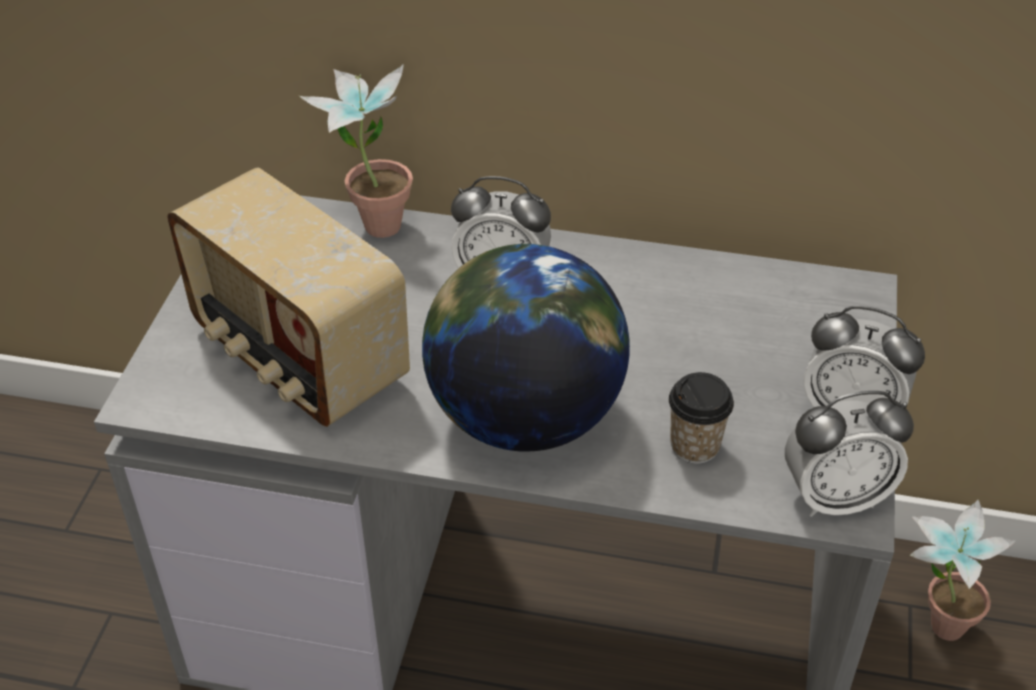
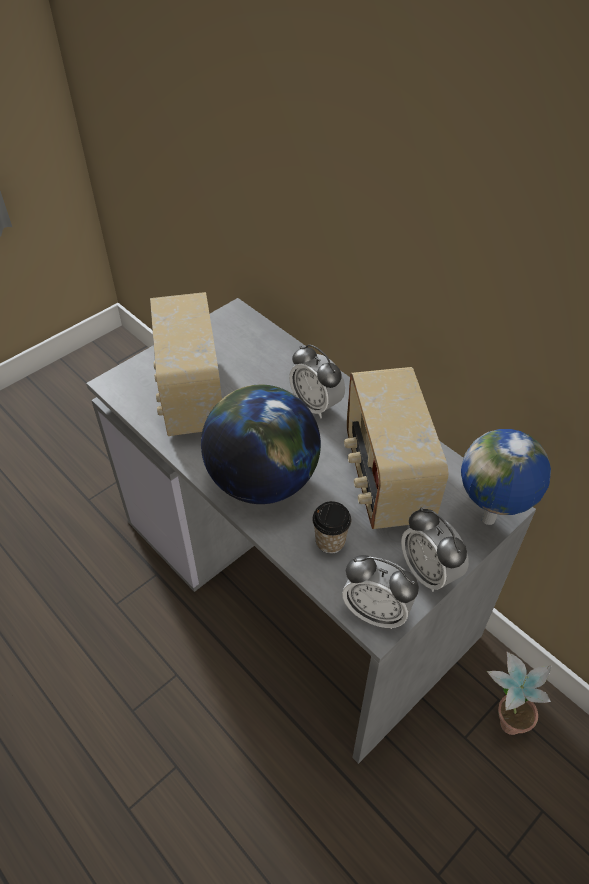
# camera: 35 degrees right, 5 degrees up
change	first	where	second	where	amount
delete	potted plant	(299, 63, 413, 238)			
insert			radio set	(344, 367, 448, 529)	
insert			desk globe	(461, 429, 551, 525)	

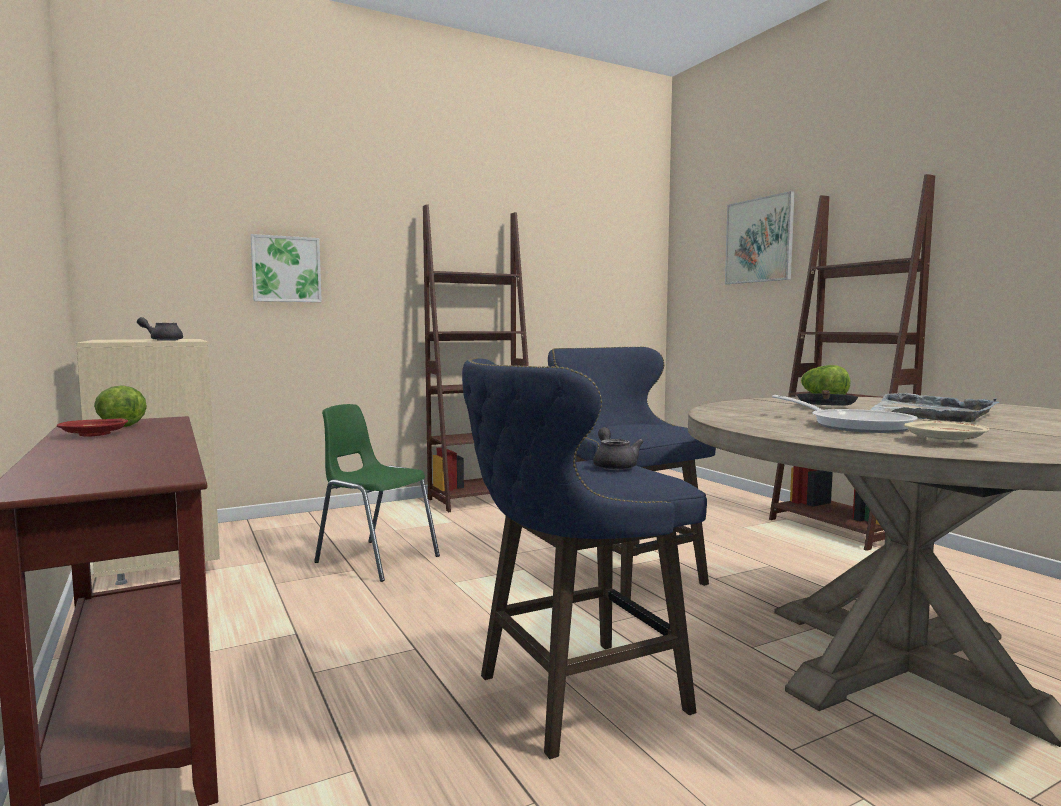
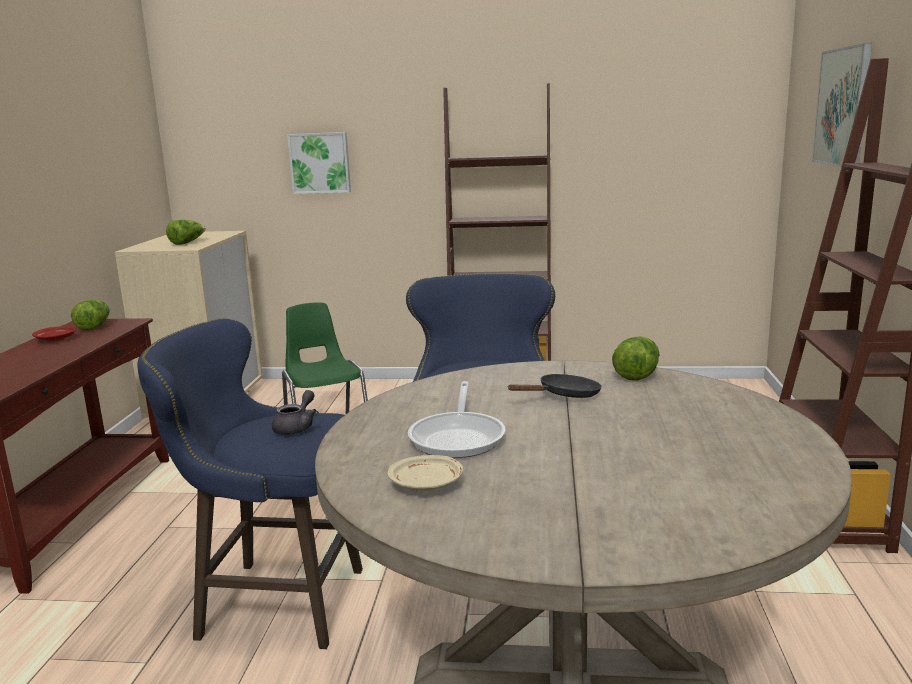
# camera: 35 degrees right, 10 degrees up
change	first	where	second	where	amount
replace	gray tea pot	(137, 317, 183, 341)	head of lettuce	(166, 220, 206, 245)	
delete	gray carrying tray	(871, 393, 999, 422)			

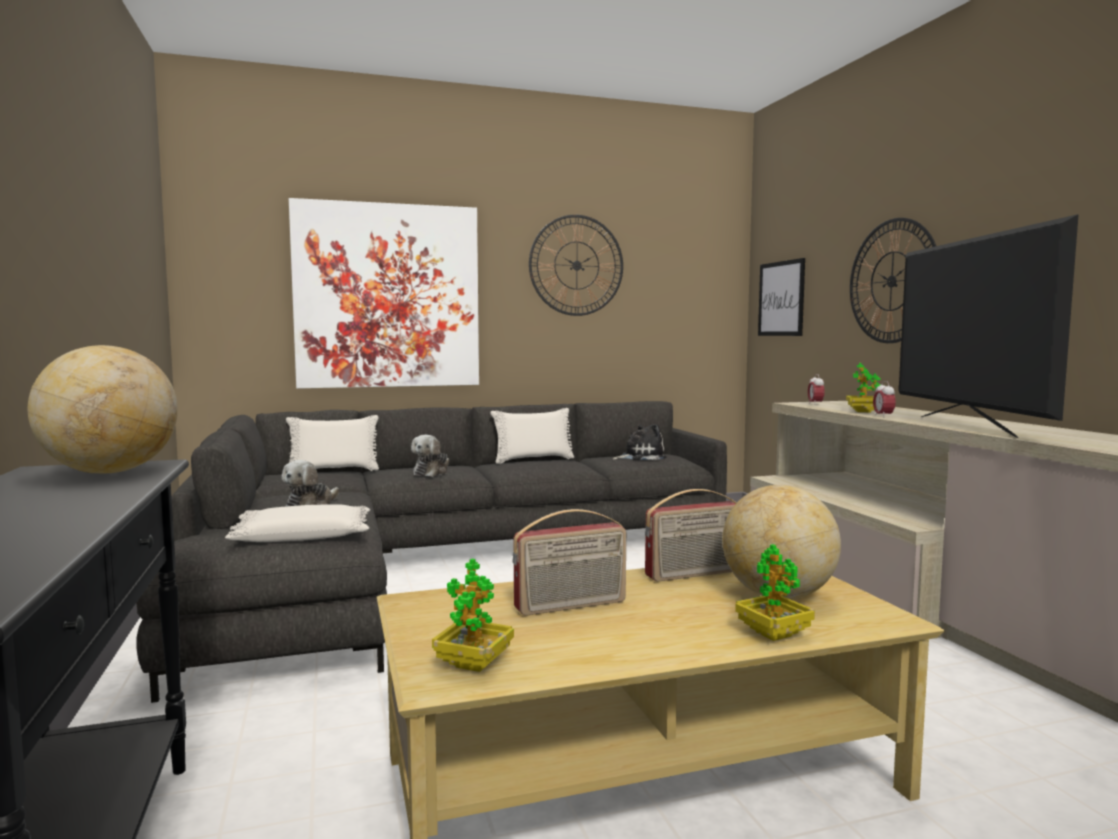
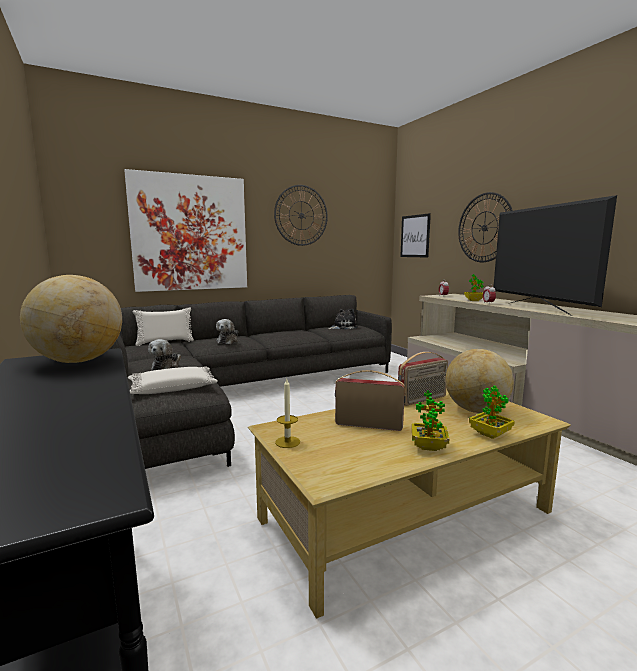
# camera: 10 degrees left, 5 degrees up
change	first	where	second	where	amount
move	potted plant	(432, 559, 514, 672)		(412, 391, 449, 451)	
delete	white-coloured pillow	(490, 408, 574, 464)			
rotate	radio set	(512, 509, 626, 616)		(335, 370, 406, 431)	135 degrees counterclockwise
insert			wax light	(275, 379, 300, 448)	

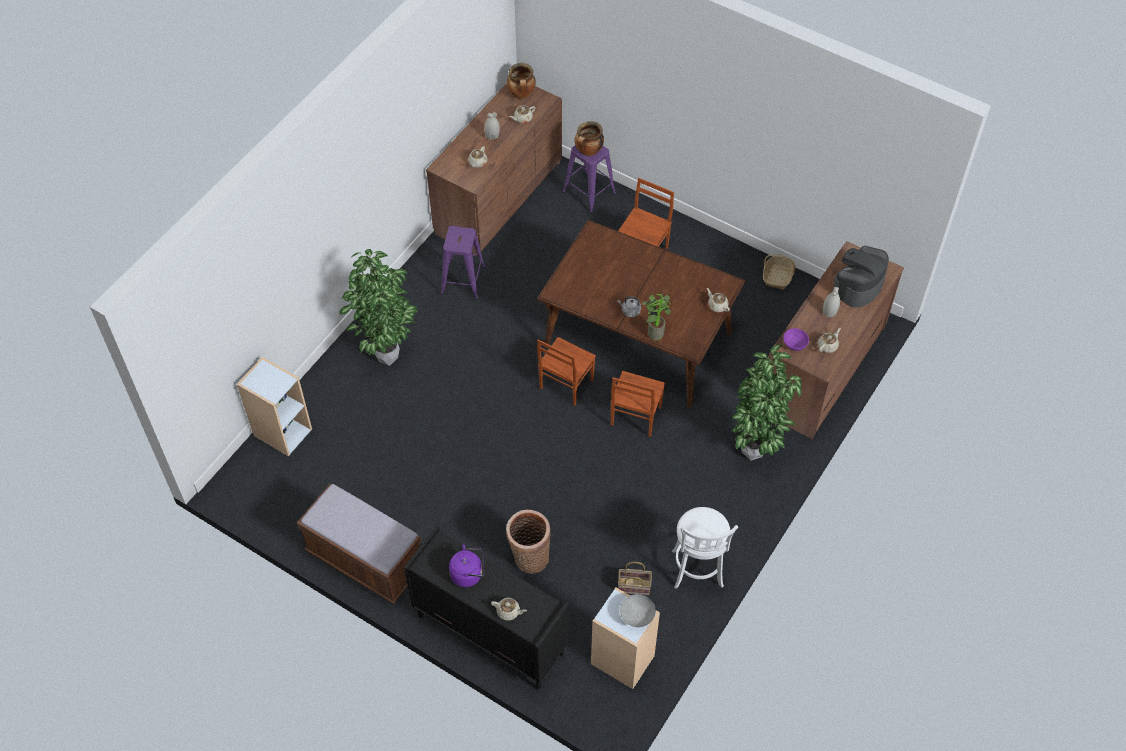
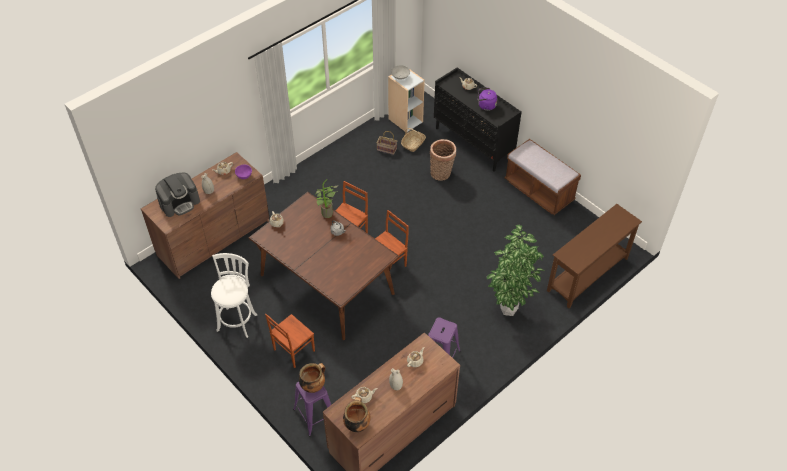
# camera: 165 degrees left, 5 degrees down
change	first	where	second	where	amount
replace	bookcase	(237, 357, 312, 456)	brown-coloured hall table	(547, 204, 642, 309)	
move	white-coloured sitting stool	(672, 507, 738, 588)		(211, 253, 257, 338)	
delete	potted plant	(732, 345, 802, 461)			
move	household basket	(763, 253, 796, 290)		(401, 128, 426, 152)	

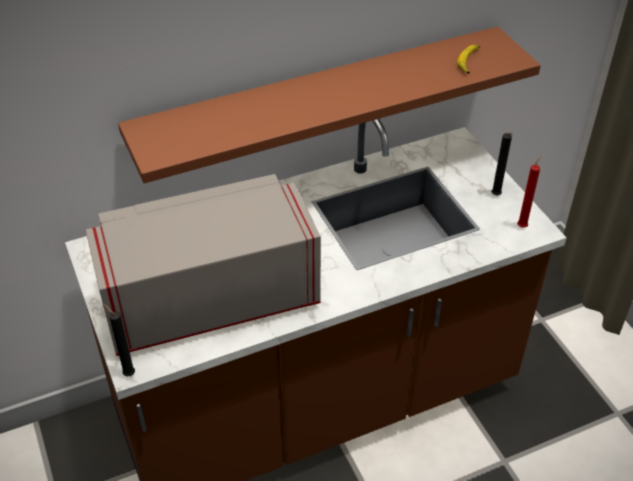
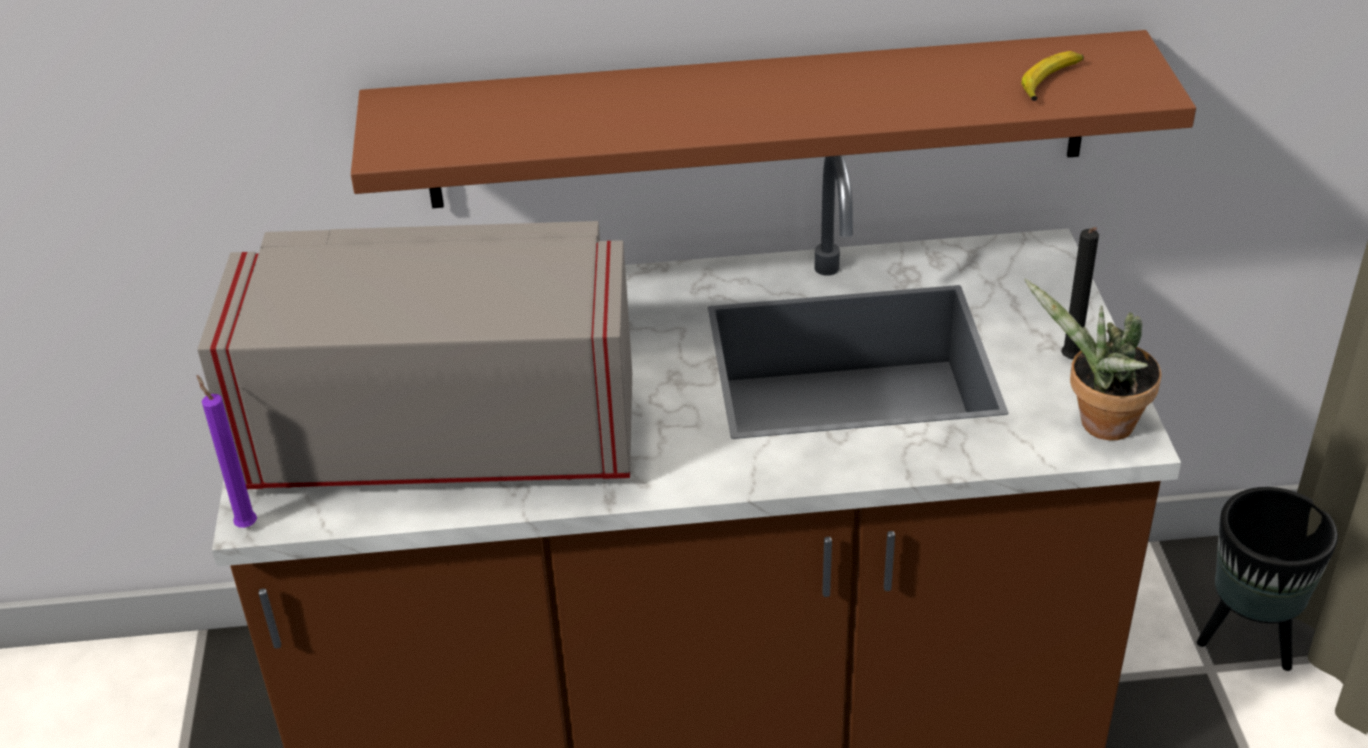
# camera: 20 degrees right, 5 degrees down
change	first	where	second	where	amount
recolor	black-coloured wax light	(104, 304, 135, 377)	purplish wax light	(197, 375, 257, 528)	
replace	reddish wax light	(517, 155, 542, 228)	potted plant	(1024, 279, 1162, 441)	
insert			black-coloured planter	(1197, 487, 1338, 671)	

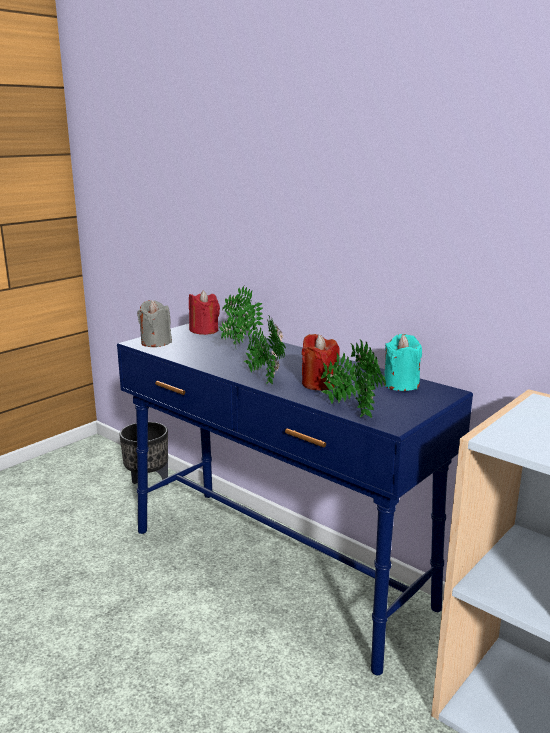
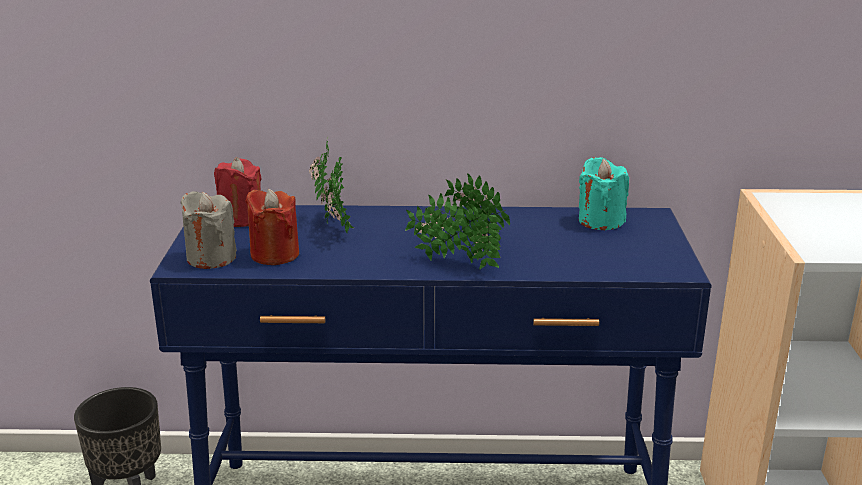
# camera: 40 degrees left, 5 degrees up
change	first	where	second	where	amount
move	reddish wax light	(302, 334, 340, 390)		(245, 189, 299, 265)	
delete	potted plant	(320, 339, 386, 418)			

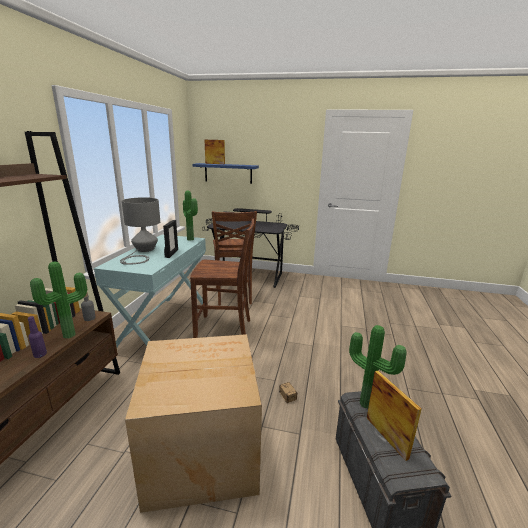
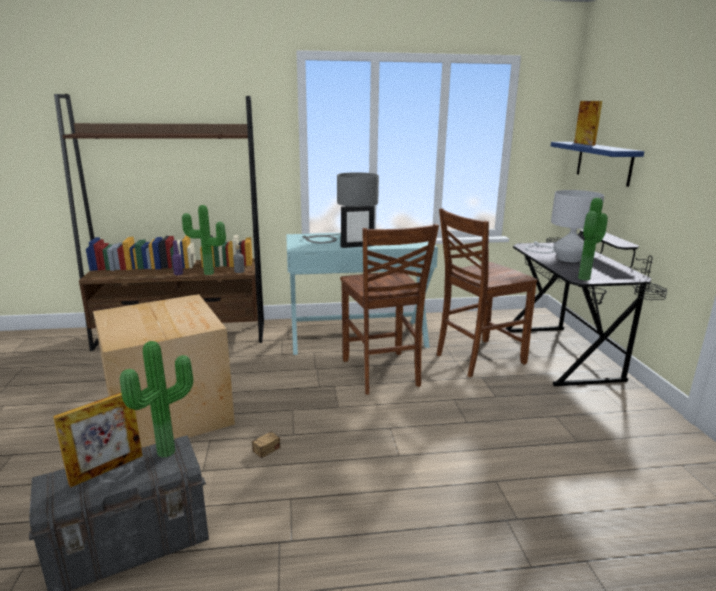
# camera: 70 degrees right, 0 degrees up
change	first	where	second	where	amount
move	potted plant	(183, 191, 198, 241)		(578, 198, 608, 280)	
insert			gray tabletop lamp	(525, 190, 604, 263)	

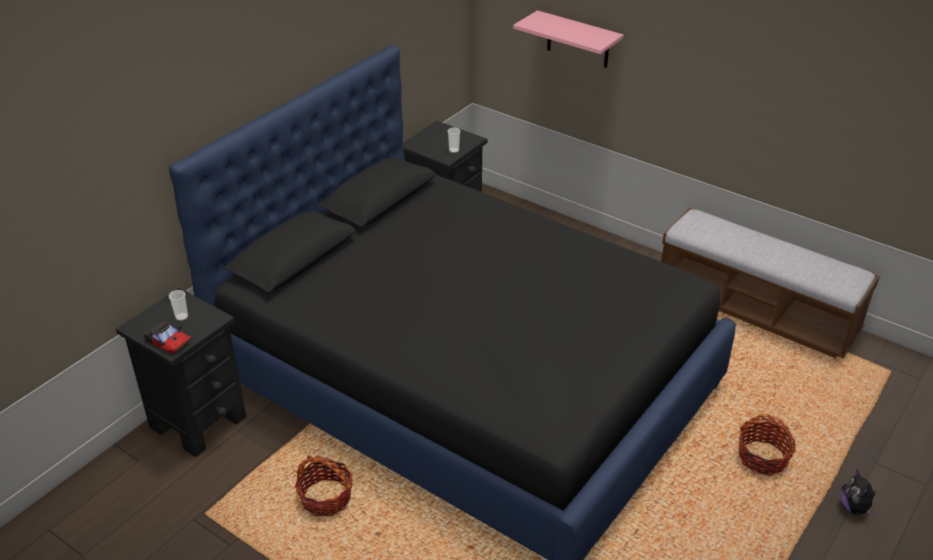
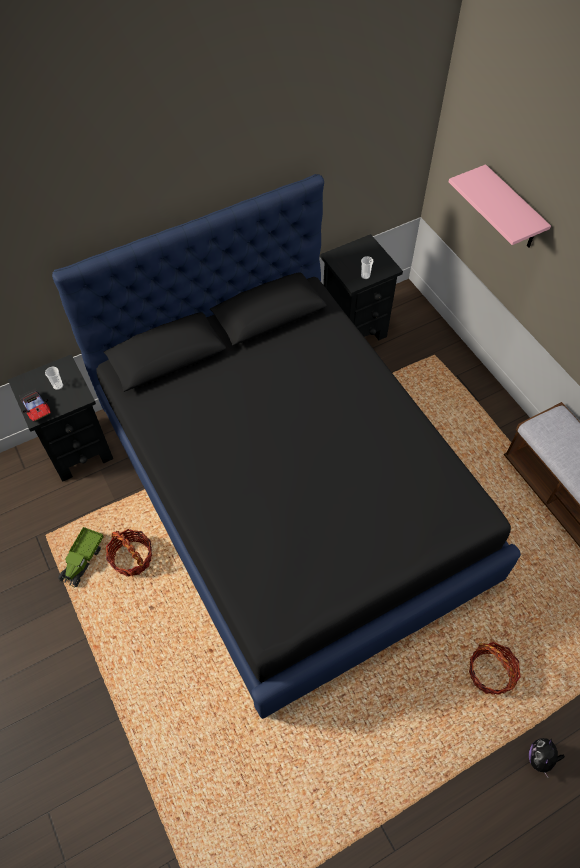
# camera: 25 degrees right, 20 degrees up
change	first	where	second	where	amount
insert			model truck	(58, 527, 104, 587)	

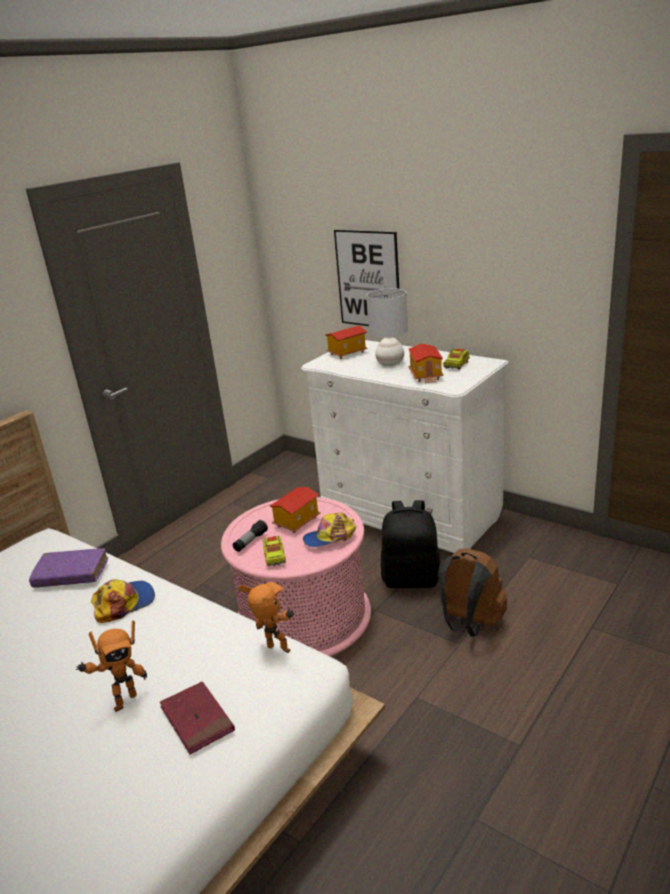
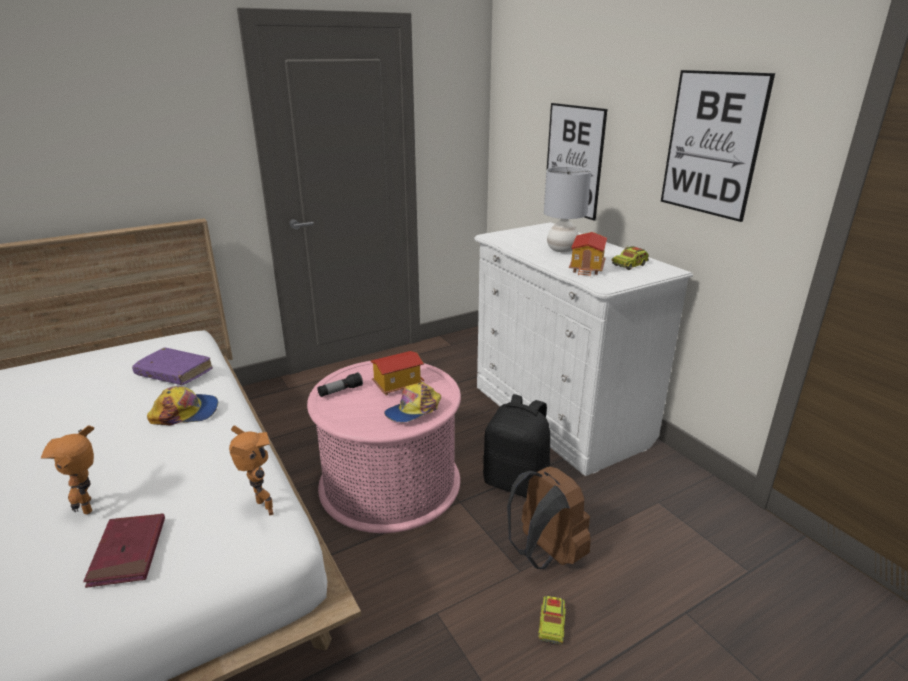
# camera: 20 degrees right, 0 degrees up
change	first	where	second	where	amount
rotate	toy robot	(76, 620, 147, 712)		(41, 425, 94, 515)	90 degrees clockwise
move	model truck	(263, 536, 286, 566)		(538, 596, 566, 644)	
rotate	baseball cap	(303, 513, 357, 547)		(384, 382, 441, 422)	45 degrees counterclockwise
delete	miniature house	(325, 326, 368, 359)			
insert			picture	(661, 70, 775, 222)	

